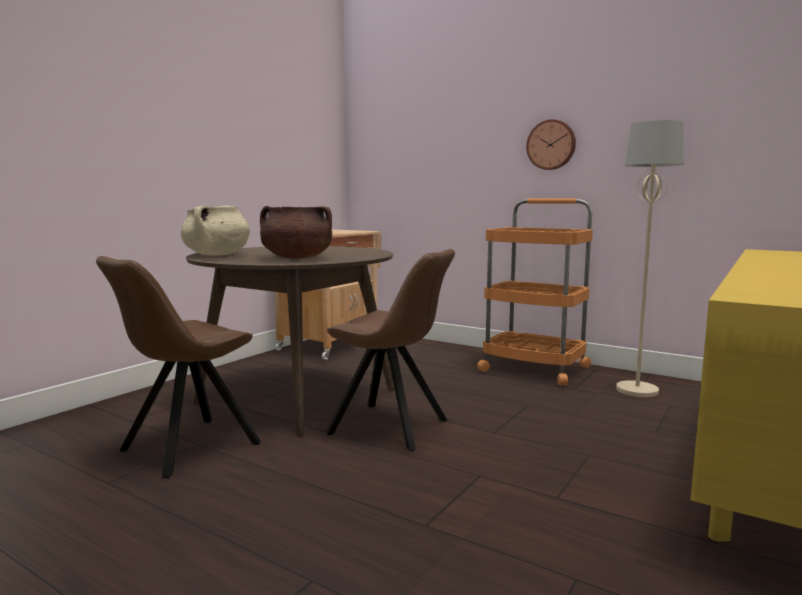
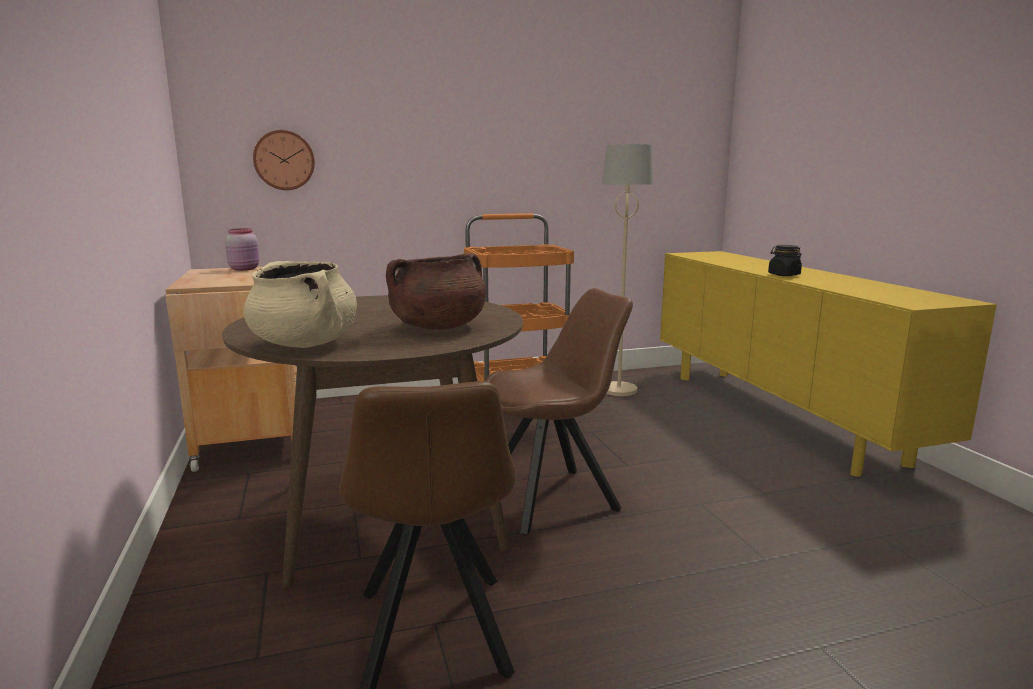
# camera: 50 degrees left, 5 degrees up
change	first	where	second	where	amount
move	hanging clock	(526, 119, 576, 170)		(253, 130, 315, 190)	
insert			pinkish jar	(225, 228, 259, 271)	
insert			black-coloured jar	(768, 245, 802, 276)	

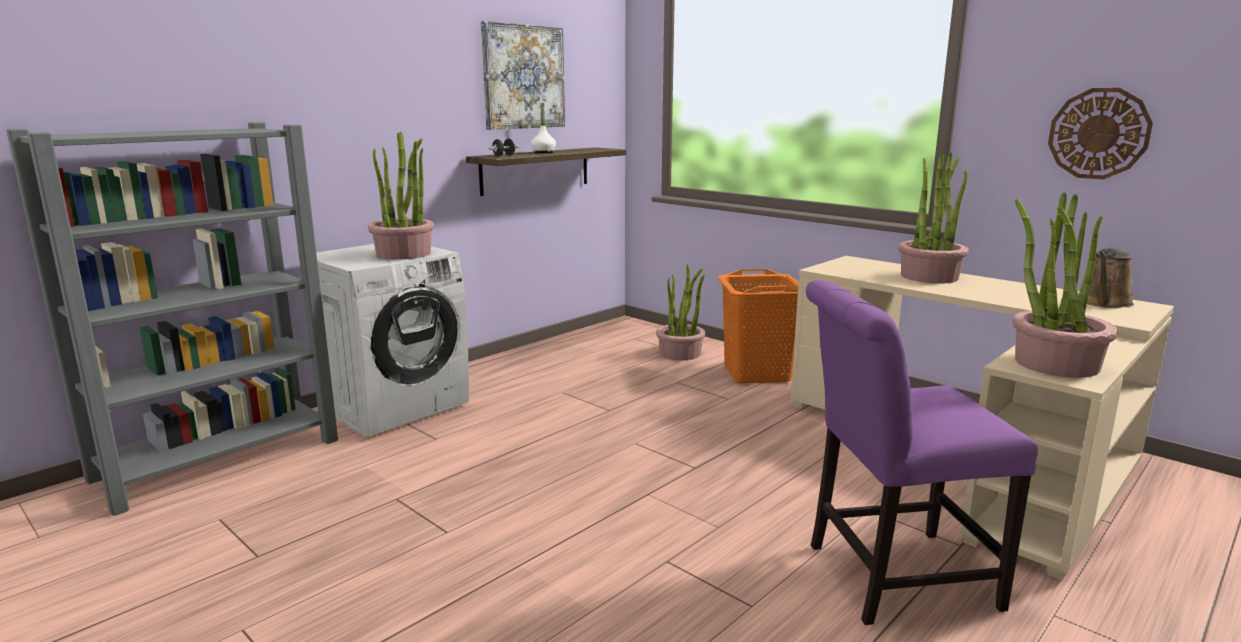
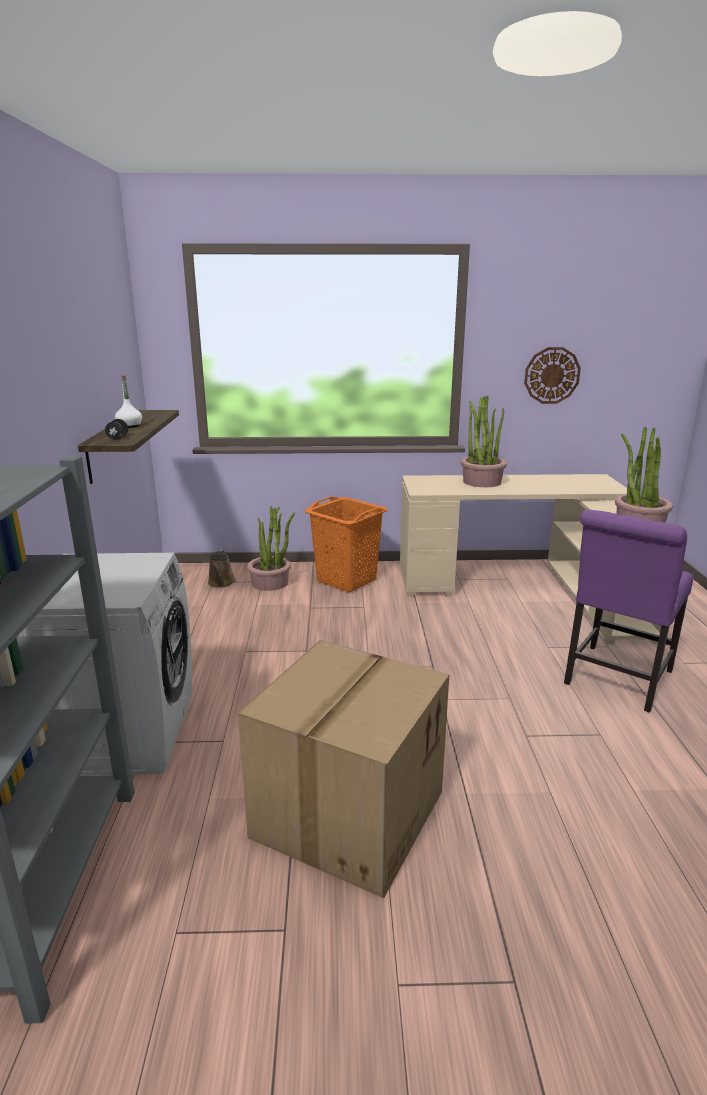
# camera: 45 degrees left, 5 degrees up
change	first	where	second	where	amount
delete	potted plant	(368, 132, 434, 259)			
delete	picture	(481, 21, 565, 130)			
move	brown-coloured watering can	(1087, 248, 1134, 308)		(208, 549, 236, 588)	
insert			cardboard box	(238, 640, 449, 898)	

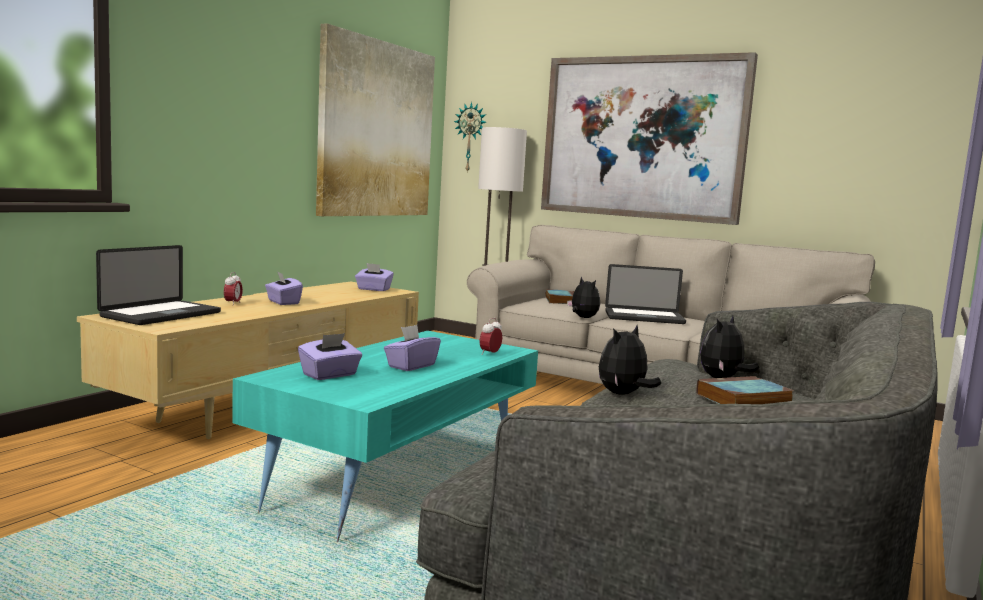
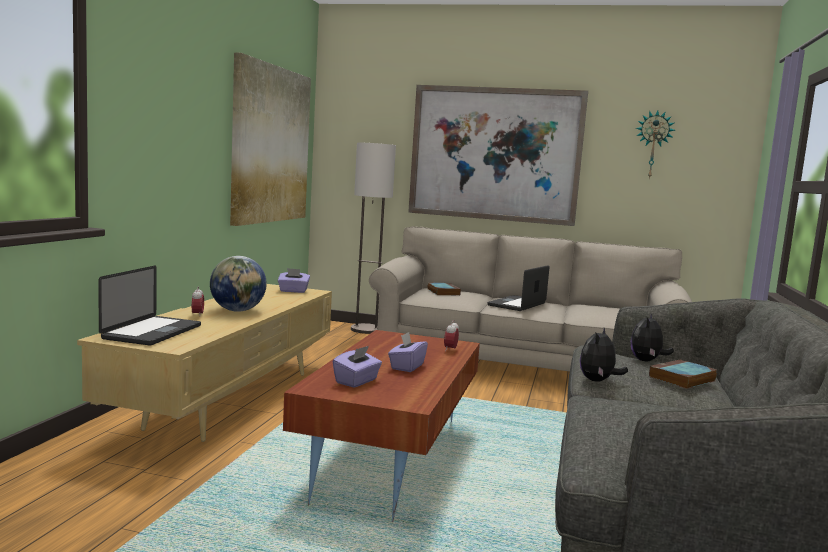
# camera: 15 degrees left, 0 degrees up
change	first	where	second	where	amount
recolor	turquoise lounge table	(232, 331, 538, 542)	brown-coloured lounge table	(283, 330, 480, 522)	
replace	purplish box of tissues	(265, 271, 303, 305)	desk globe	(210, 256, 267, 312)	
move	hanging clock	(454, 102, 486, 173)		(636, 110, 675, 179)	
delete	plush toy	(567, 277, 600, 318)			
rotate	notebook computer	(605, 264, 686, 324)		(488, 265, 549, 311)	135 degrees clockwise

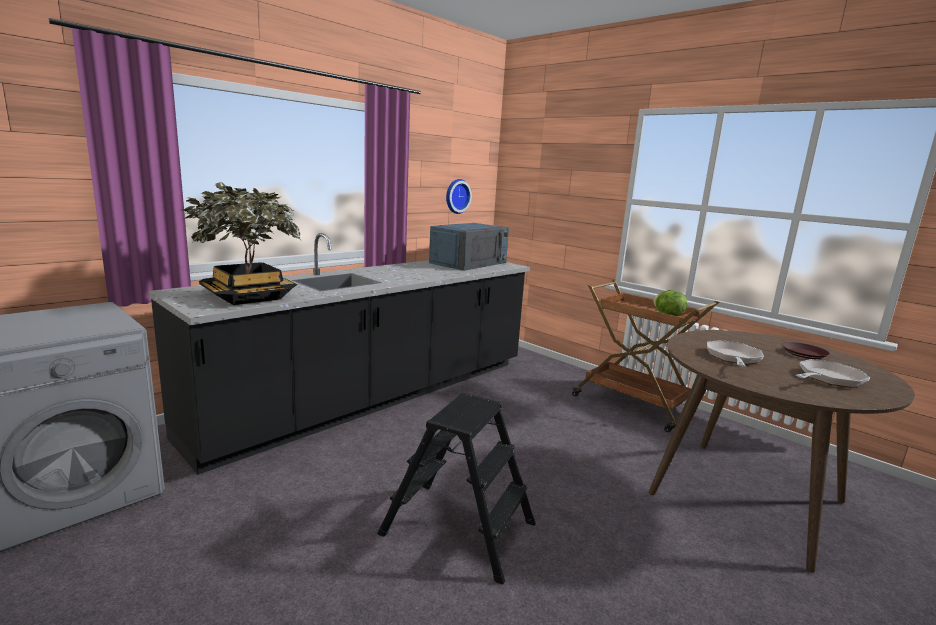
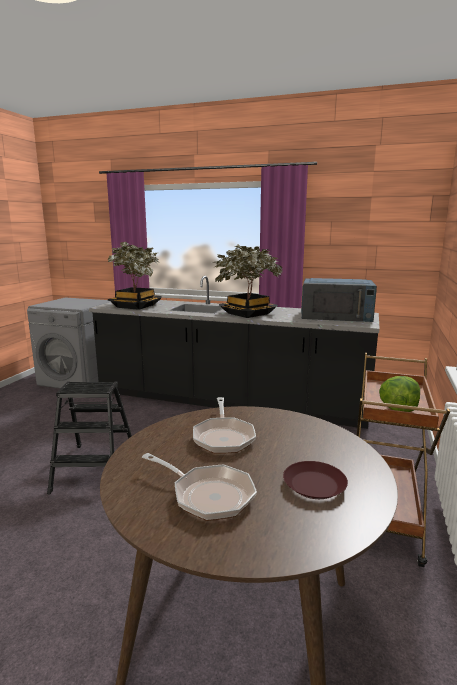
# camera: 65 degrees right, 0 degrees up
change	first	where	second	where	amount
delete	hanging clock	(446, 179, 472, 214)			
rotate	frying pan	(707, 340, 764, 366)		(193, 397, 256, 454)	90 degrees clockwise
insert			potted plant	(213, 244, 283, 318)	

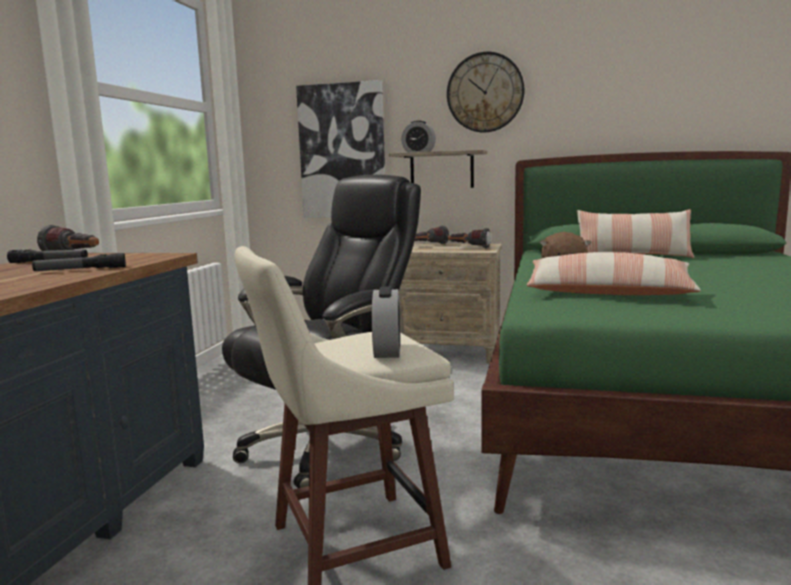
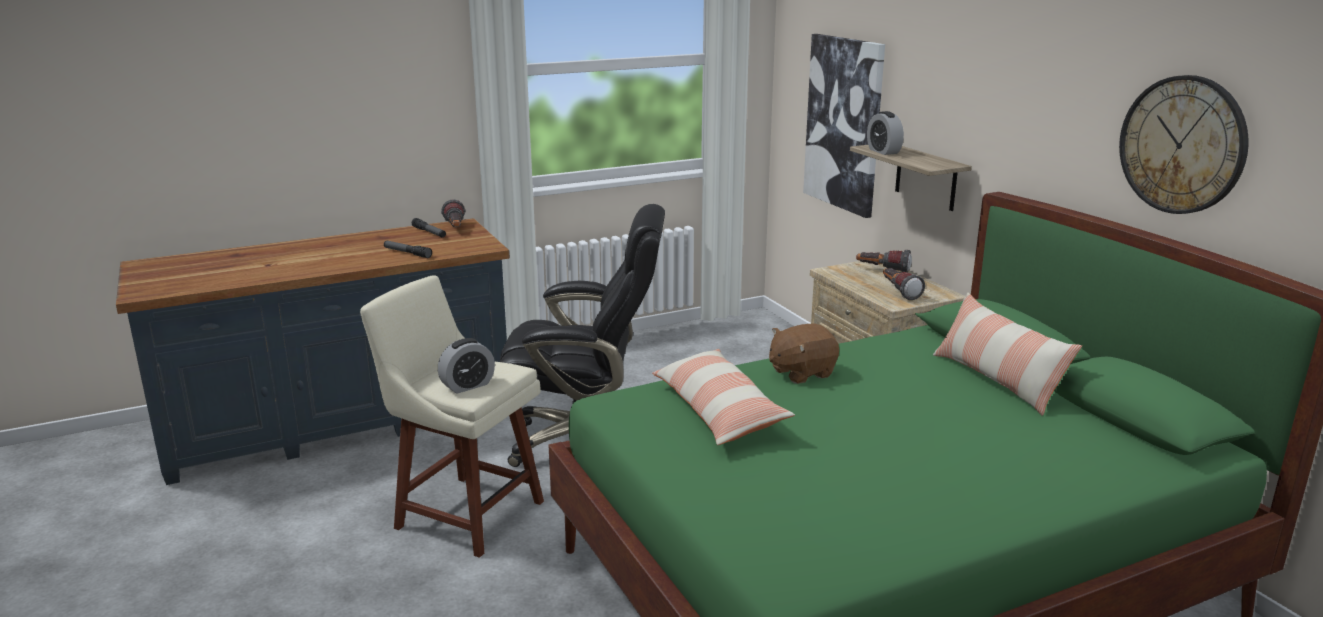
# camera: 50 degrees right, 10 degrees up
change	first	where	second	where	amount
move	hanging clock	(447, 52, 524, 132)		(1119, 75, 1249, 214)	

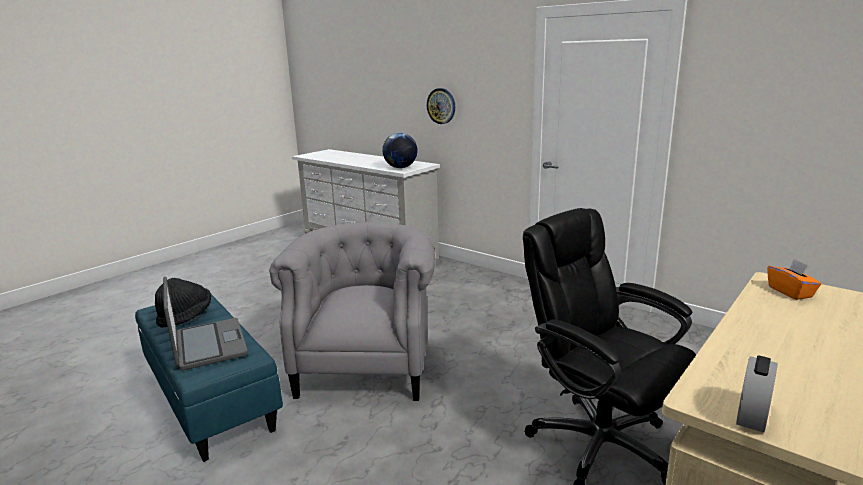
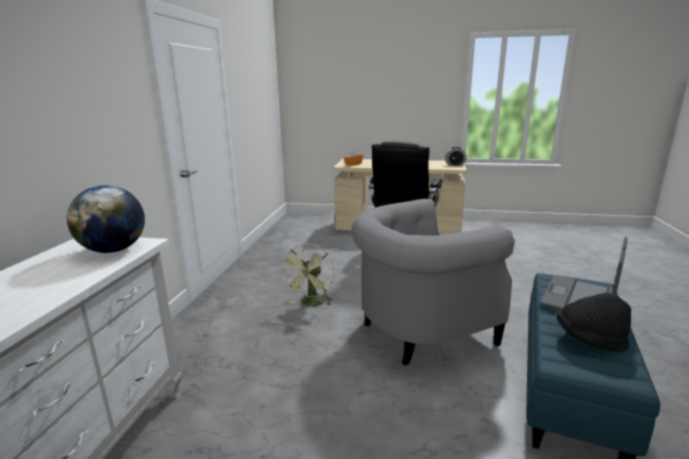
# camera: 120 degrees left, 0 degrees up
change	first	where	second	where	amount
delete	hanging clock	(427, 88, 455, 124)			
insert			green-coloured cooling fan	(281, 243, 334, 306)	

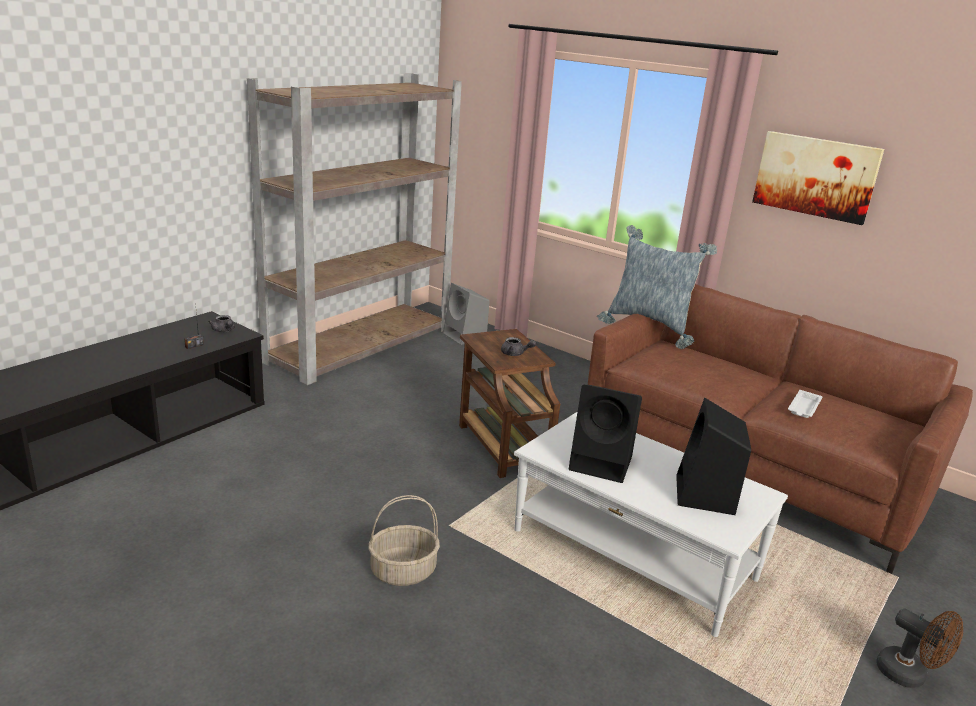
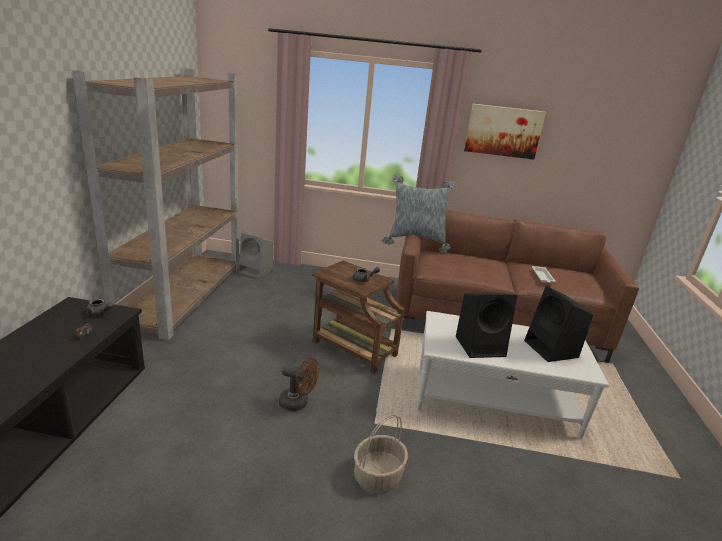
# camera: 30 degrees left, 0 degrees up
change	first	where	second	where	amount
move	brown-coloured cooling fan	(877, 608, 963, 688)		(279, 357, 319, 411)	

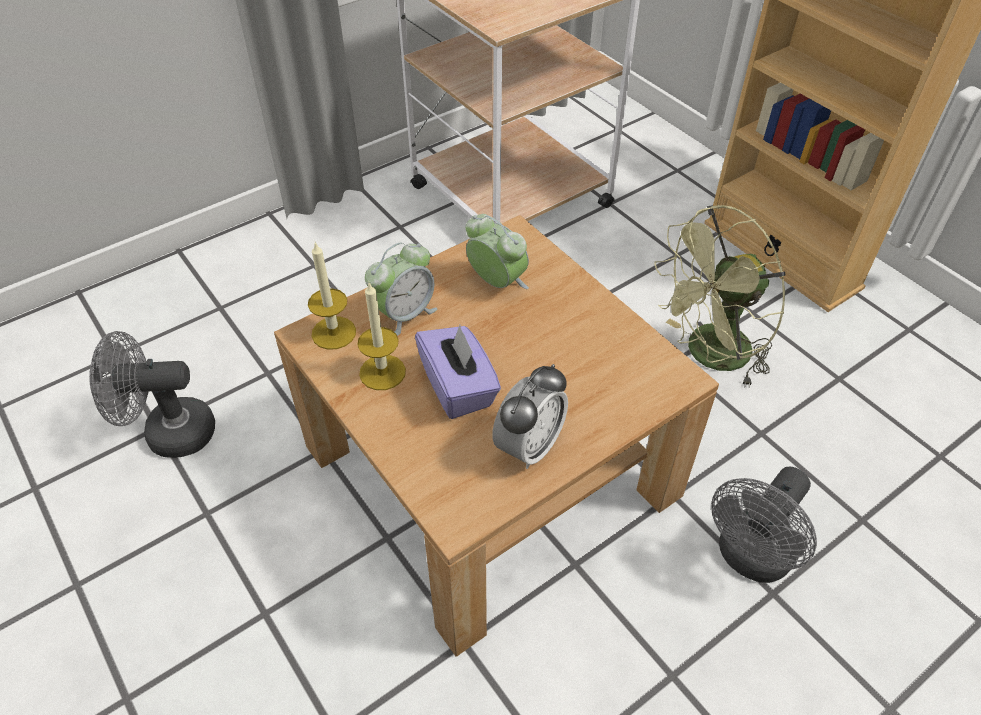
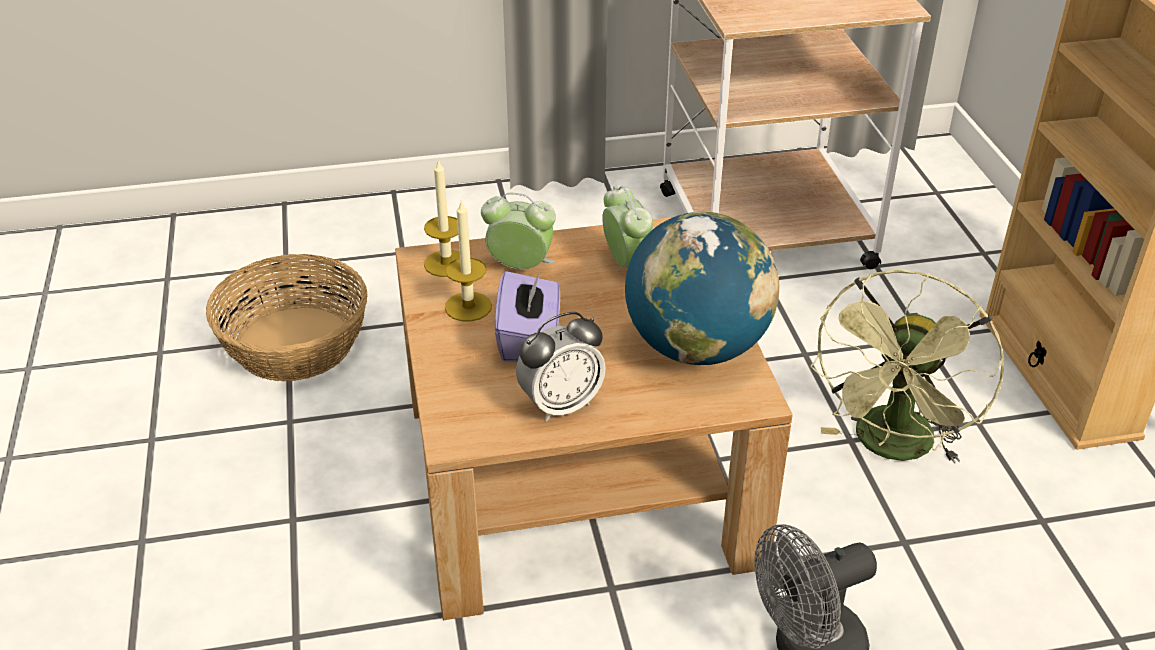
# camera: 25 degrees right, 10 degrees down
change	first	where	second	where	amount
replace	gray cooling fan	(89, 331, 215, 458)	household basket	(206, 254, 367, 381)	
rotate	table clock	(365, 242, 437, 336)		(481, 193, 556, 269)	150 degrees counterclockwise
rotate	green-coloured cooling fan	(654, 205, 786, 388)		(810, 270, 1005, 464)	60 degrees counterclockwise
insert			desk globe	(625, 212, 779, 365)	

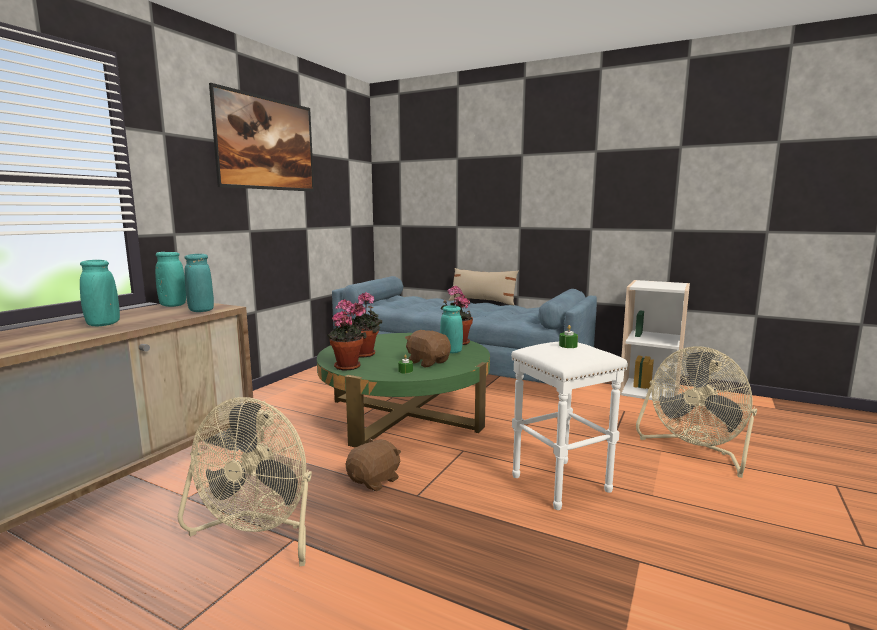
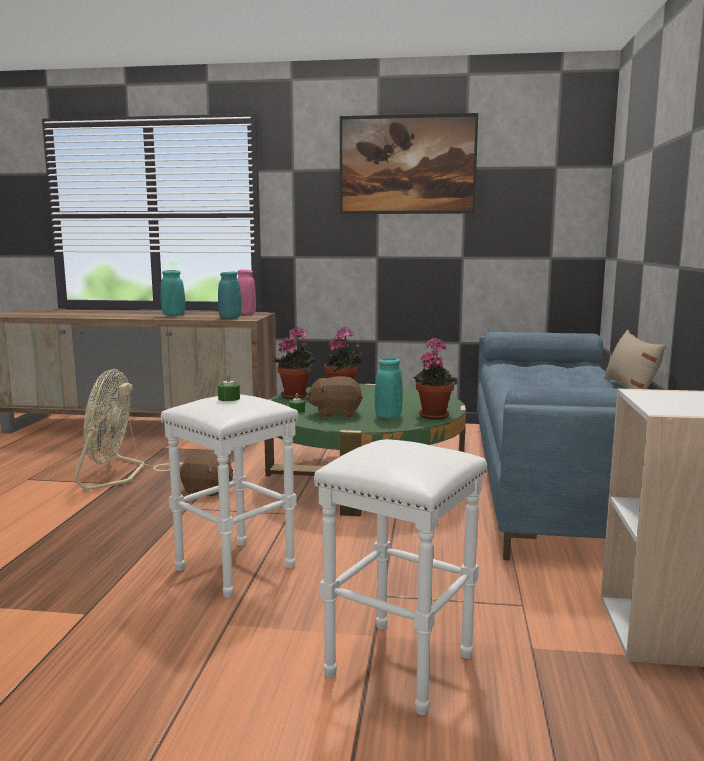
# camera: 70 degrees right, 0 degrees up
change	first	where	second	where	amount
recolor	turquoise decorative vase	(155, 252, 186, 307)	pinkish decorative vase	(237, 270, 256, 314)	
rotate	brown-coloured plush toy	(405, 330, 451, 367)		(305, 376, 363, 418)	120 degrees counterclockwise
replace	sand-coloured cooling fan	(636, 346, 757, 478)	white-coloured sitting stool	(314, 439, 487, 715)	

